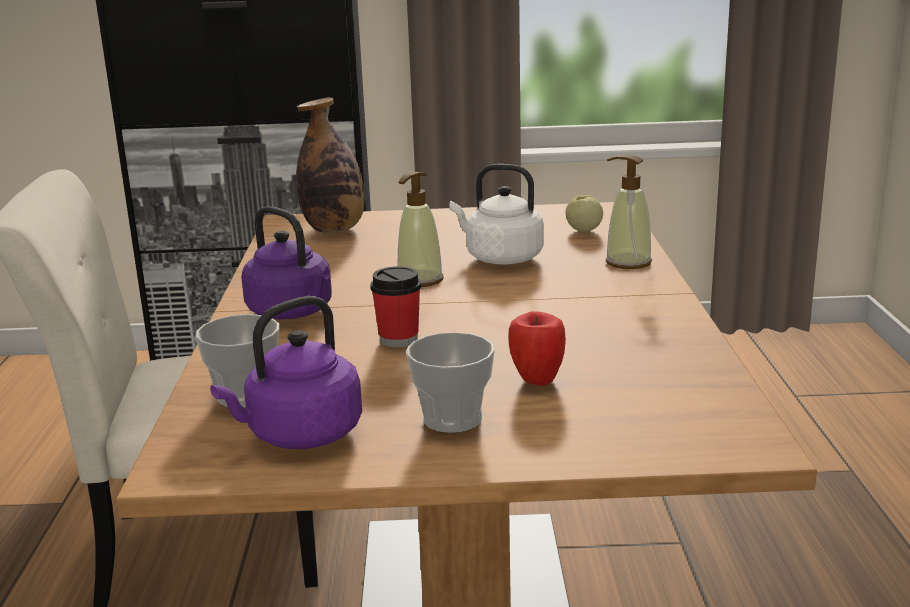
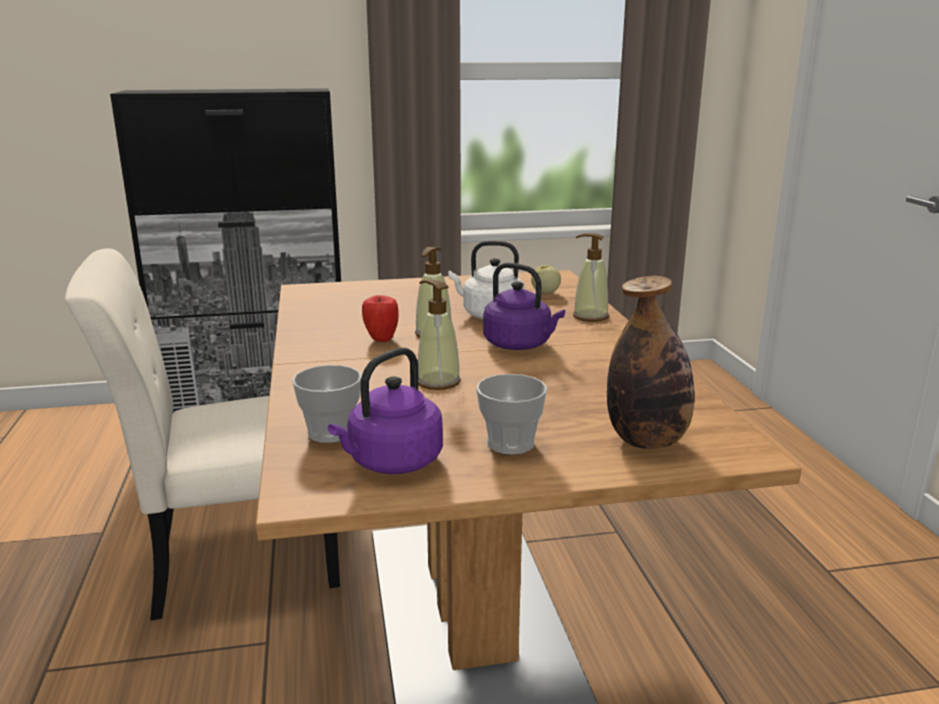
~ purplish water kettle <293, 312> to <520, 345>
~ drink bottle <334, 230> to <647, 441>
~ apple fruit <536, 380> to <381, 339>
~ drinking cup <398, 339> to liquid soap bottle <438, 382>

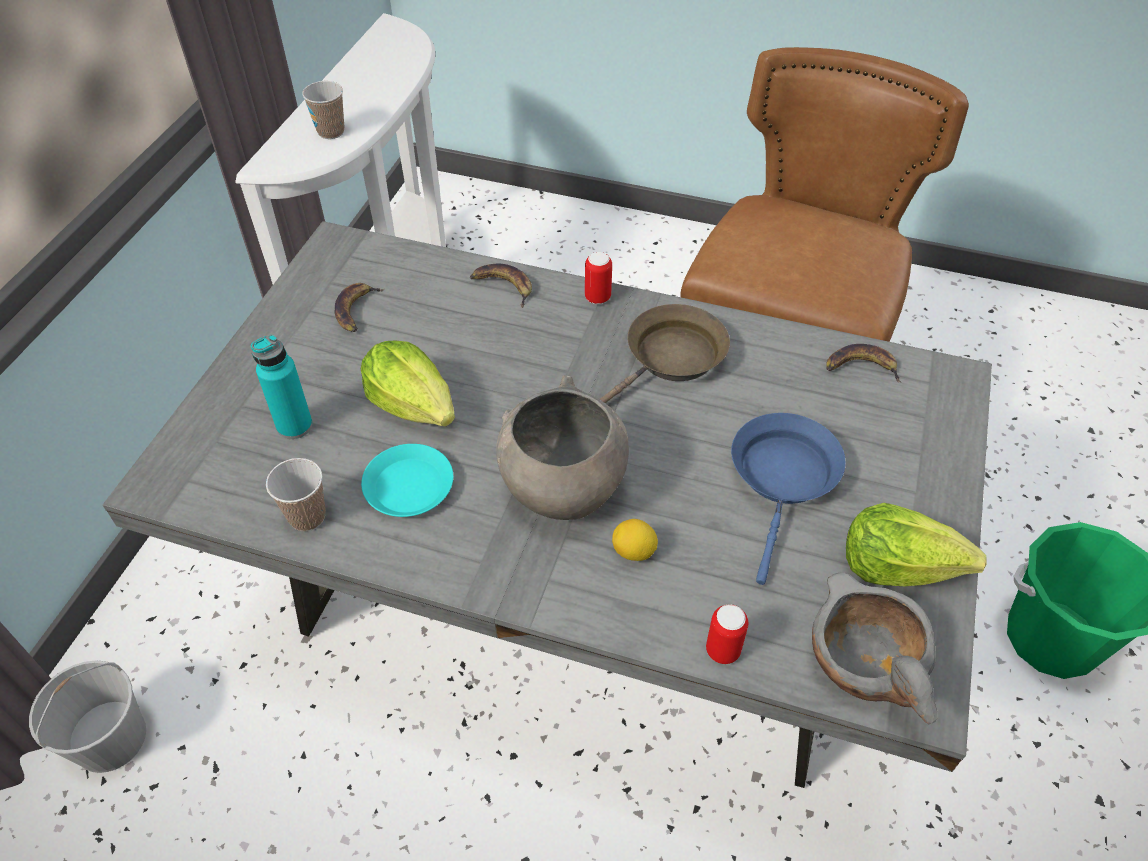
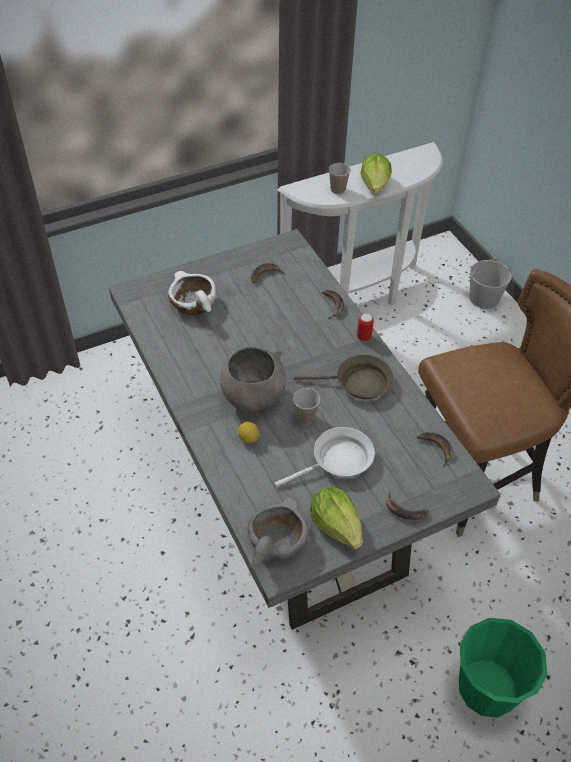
- blue-green plate <408, 486>
- can <722, 650>
+ banana <405, 510>
~ white-coloured pail <109, 739> to <483, 298>
~ drinking cup <307, 517> to <305, 417>
~ lettuce head <413, 405> to <375, 185>
~ blue-green drink bottle <294, 426> to white-coloured bowl <193, 304>
~ blue-coloured skillet <783, 479> to white-coloured skillet <338, 461>

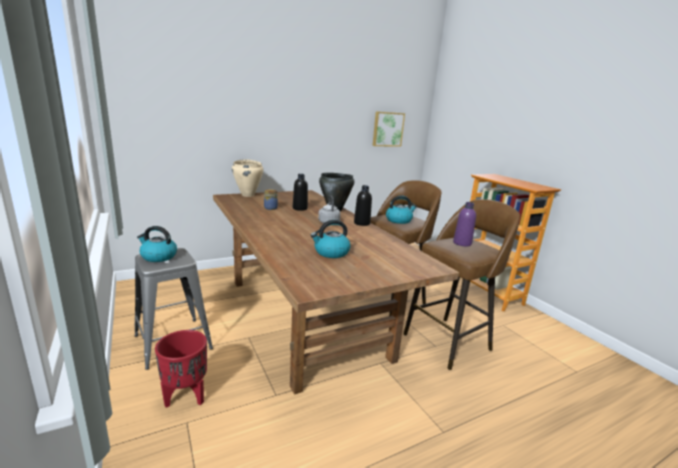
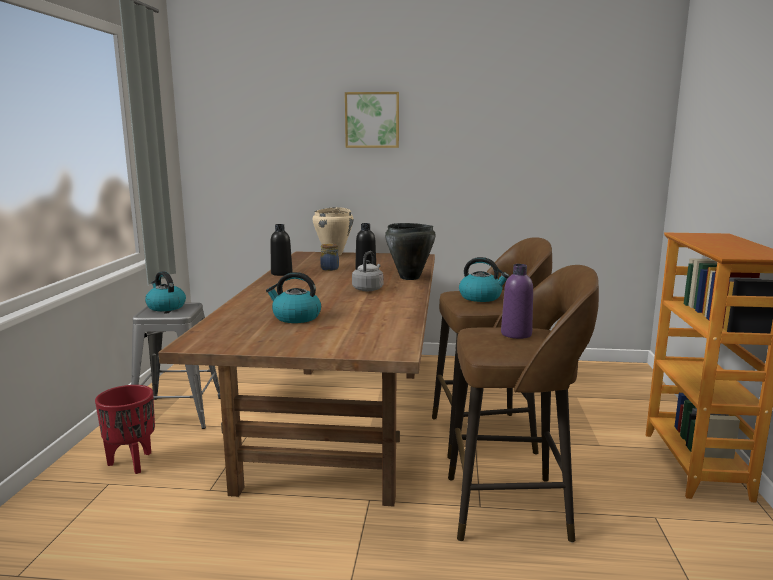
~ blackish drink bottle <362, 223> to <281, 273>
~ wall picture <387, 129> to <372, 120>

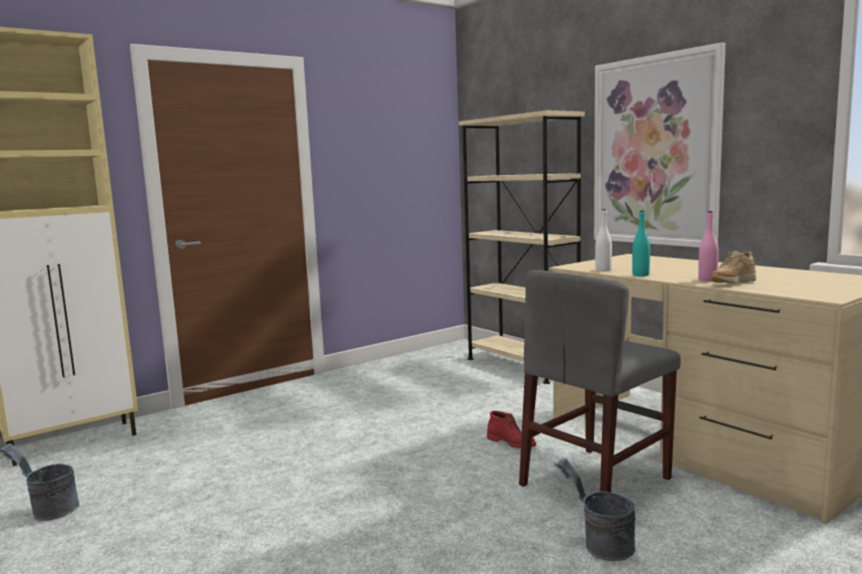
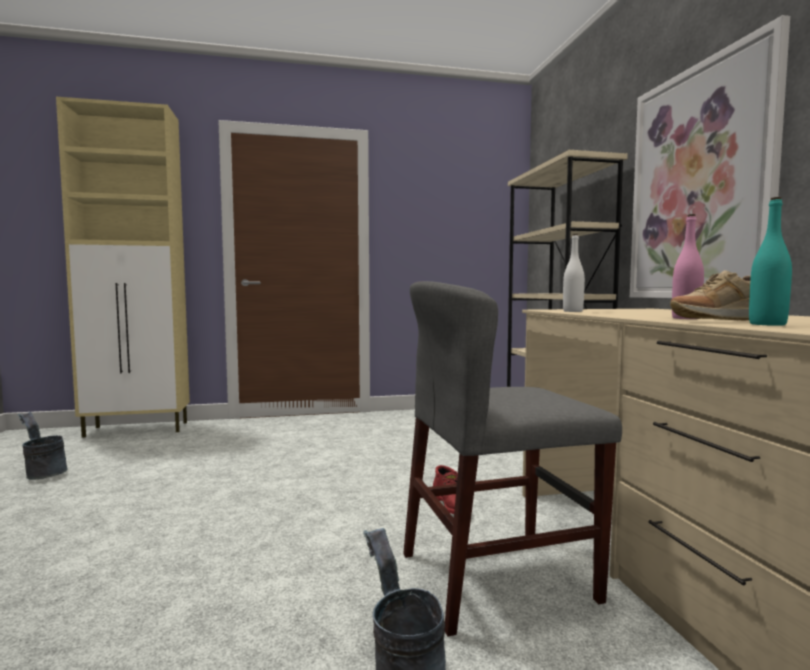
~ blue-green drink bottle <640, 275> to <767, 324>

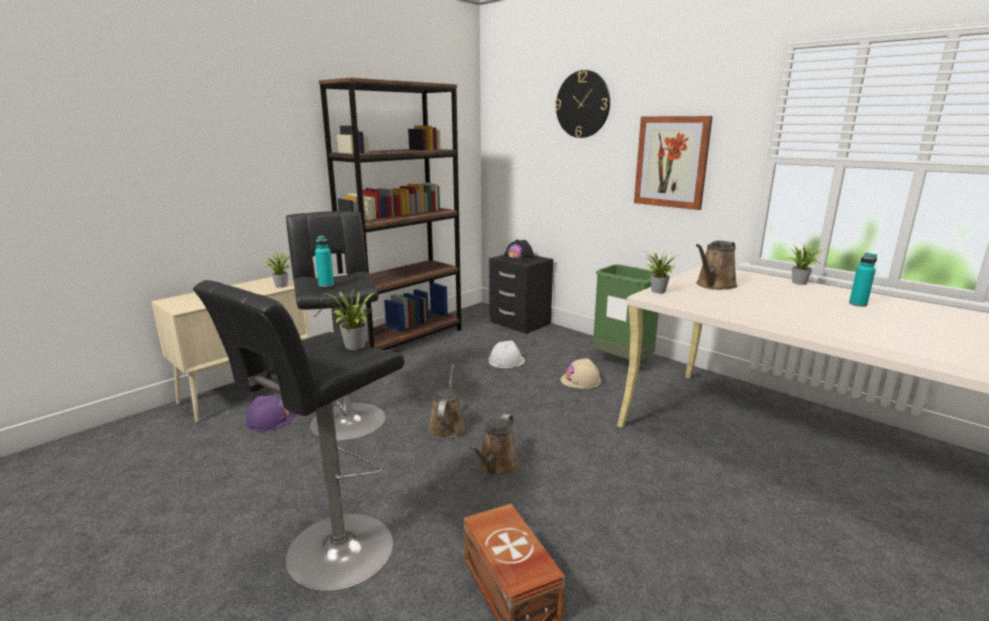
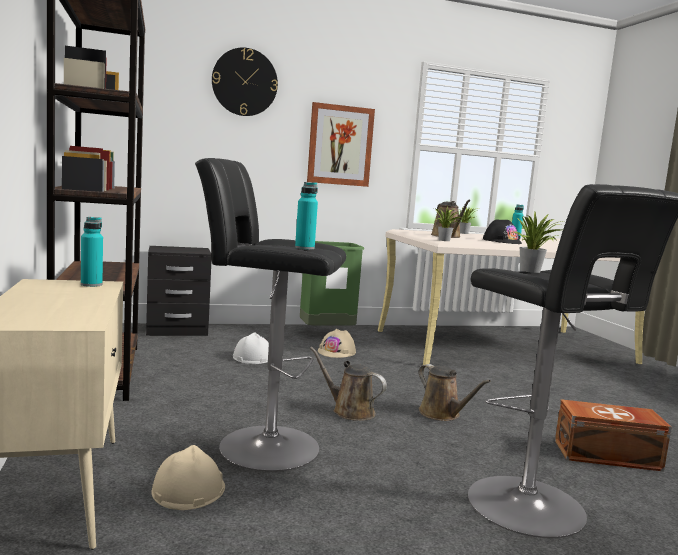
~ blackish work helmet <518, 257> to <501, 241>
~ plant in a pot <281, 285> to blue-green drink bottle <91, 284>
~ purplish work helmet <270, 420> to beige-coloured work helmet <188, 489>

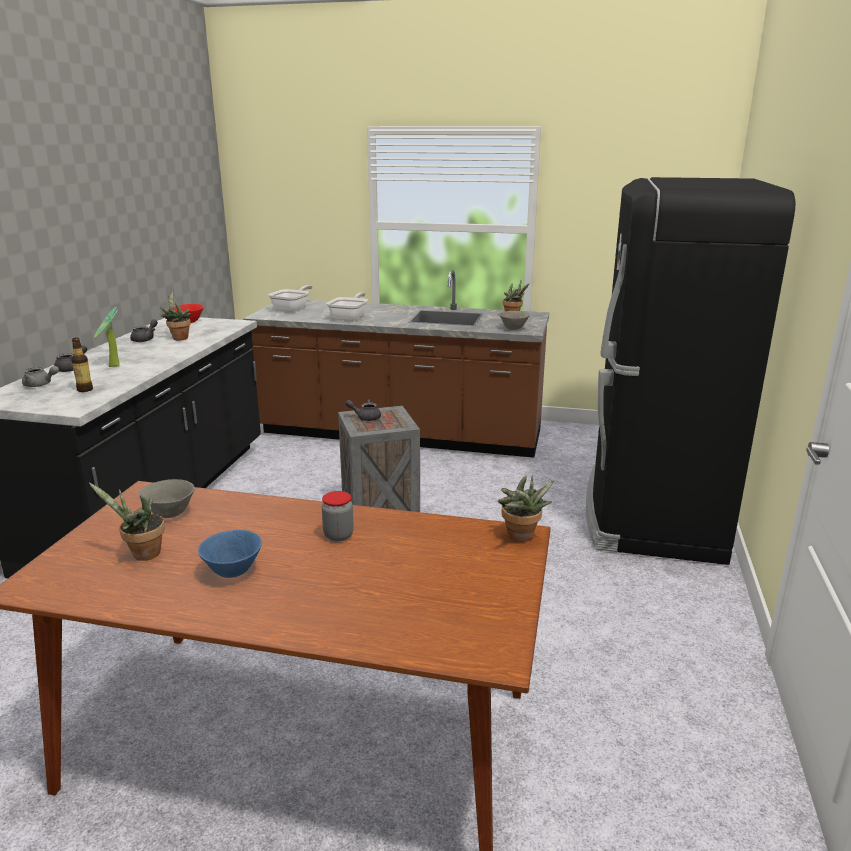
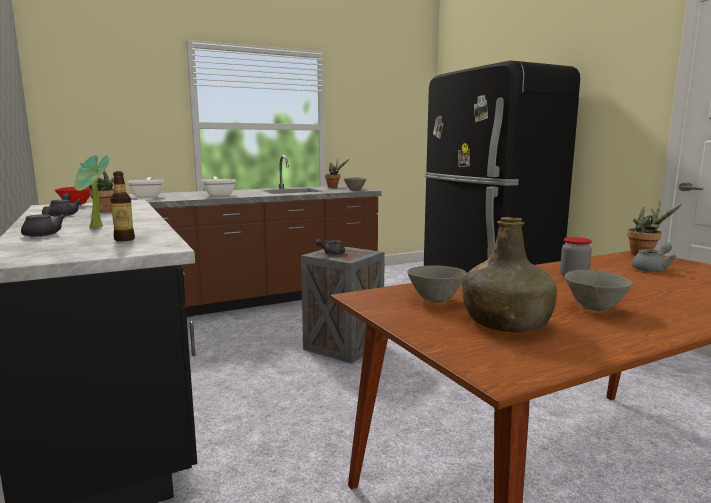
~ greyish tea pot <40, 385> to <652, 269>
~ plant in a pot <142, 554> to green drink bottle <506, 322>
~ blue-coloured bowl <232, 572> to greyish bowl <595, 308>

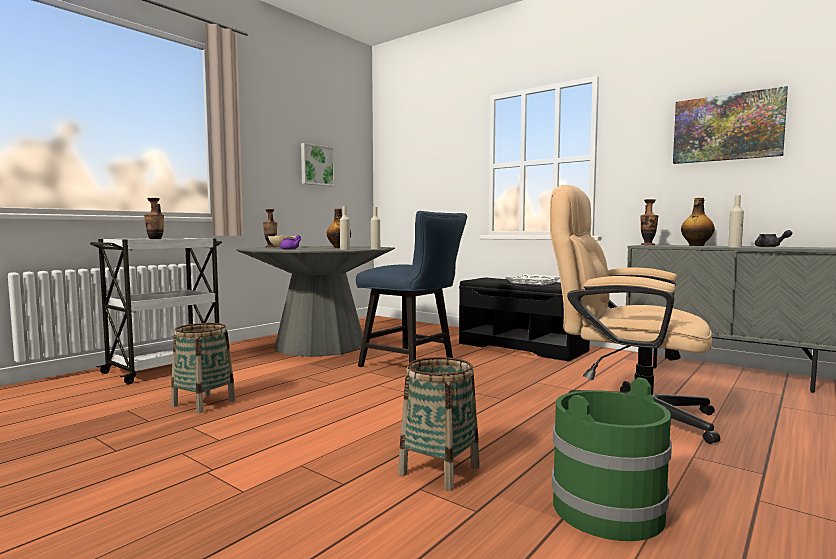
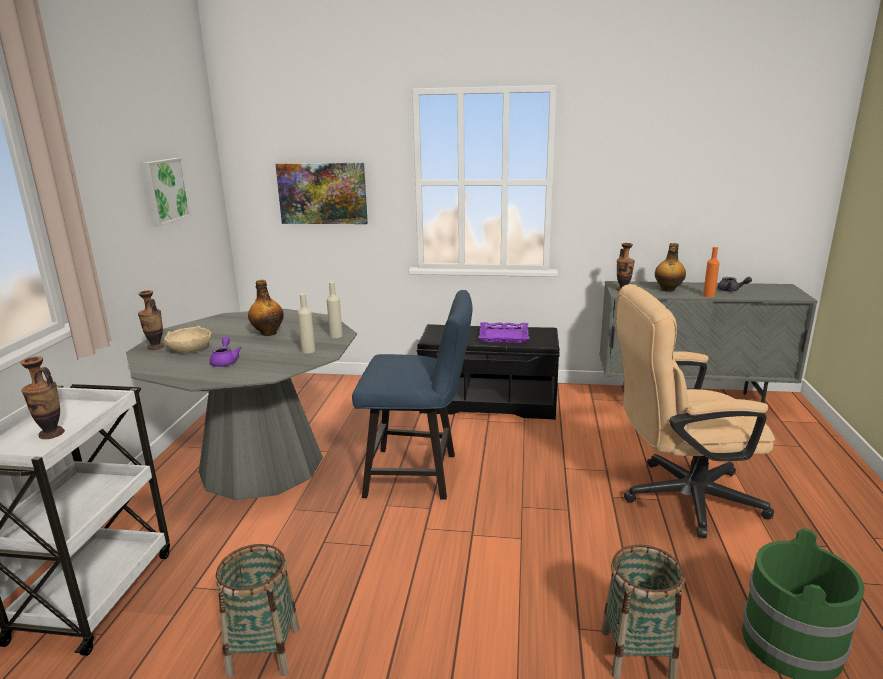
~ wall picture <727, 128> to <322, 193>
~ white-coloured serving tray <533, 283> to purplish serving tray <503, 336>
~ beige-coloured drink bottle <734, 247> to orange drink bottle <708, 295>

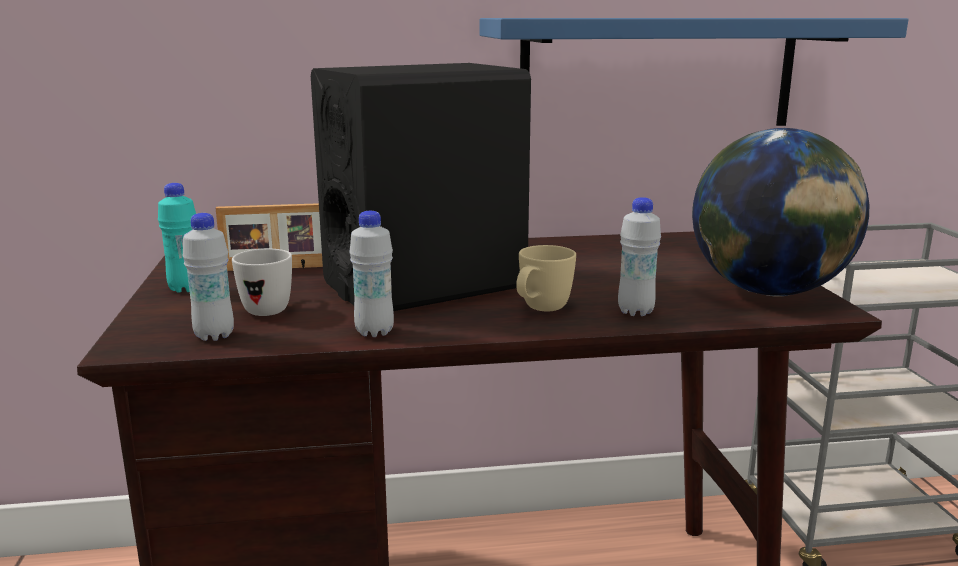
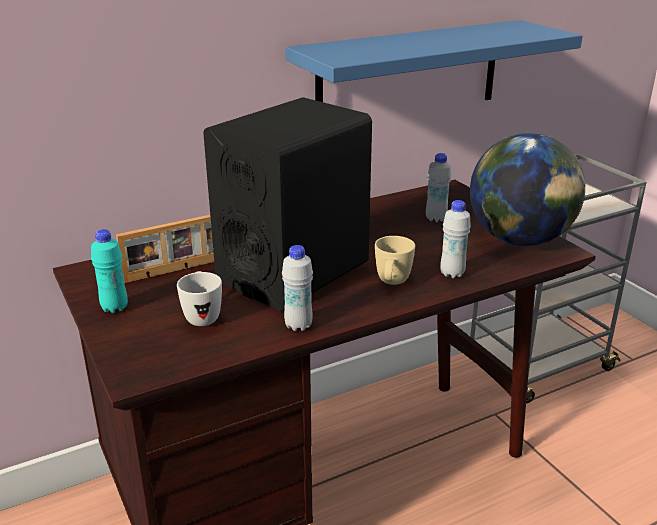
~ white-coloured drink bottle <214, 335> to <436, 219>

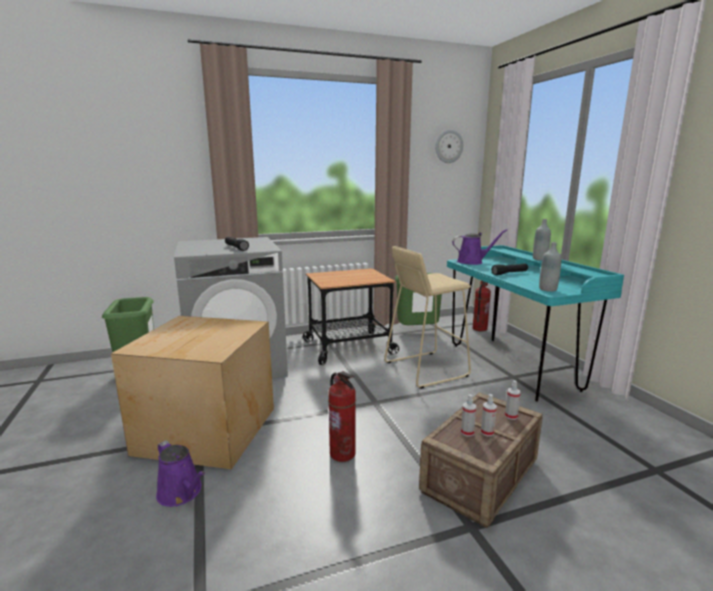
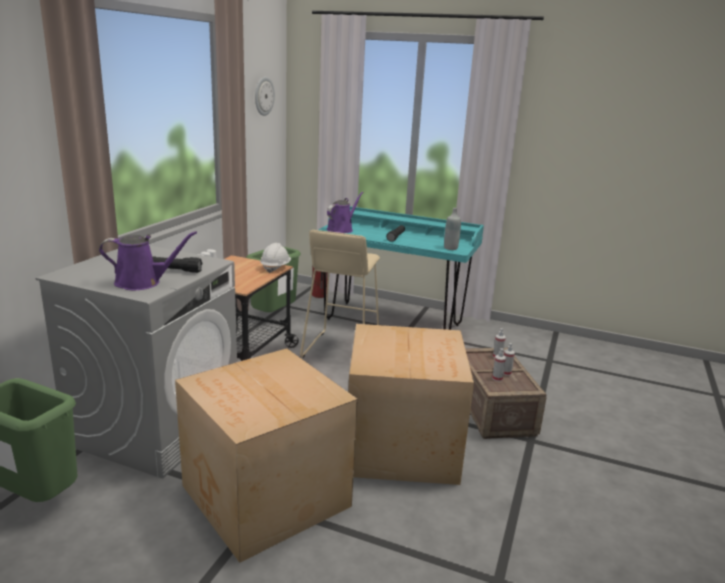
- greyish drink bottle <539, 259>
+ white-coloured work helmet <275, 268>
~ purplish sprinkling can <182, 493> to <142, 283>
~ fire-fighting cylinder <343, 454> to packing box <403, 445>

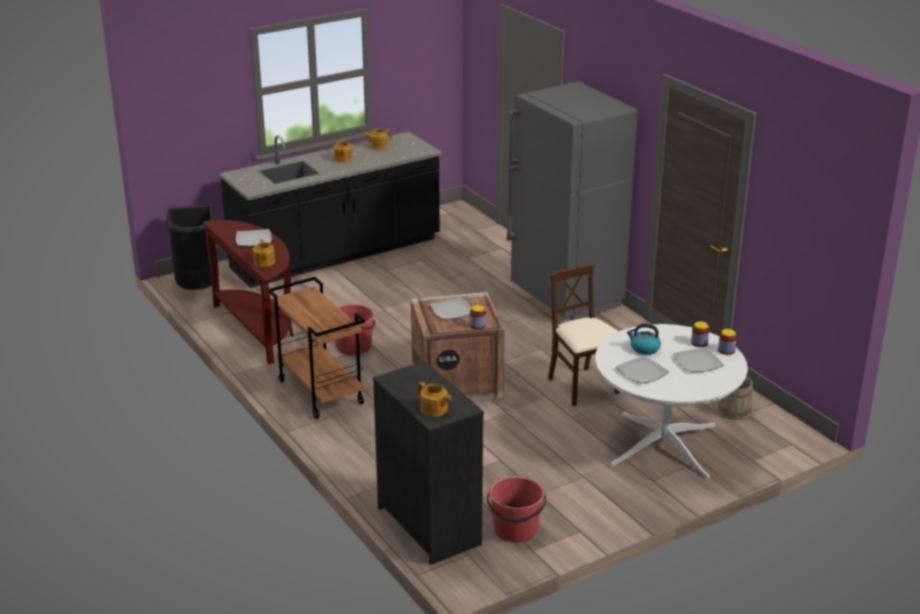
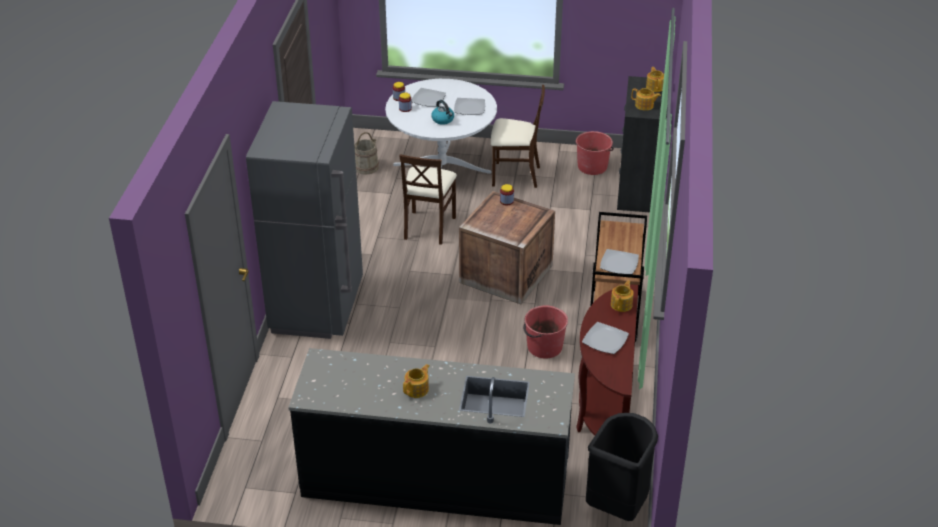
+ beige-coloured upright chair <515, 175>
~ tea pot <378, 146> to <644, 105>
~ plate <452, 310> to <618, 264>

